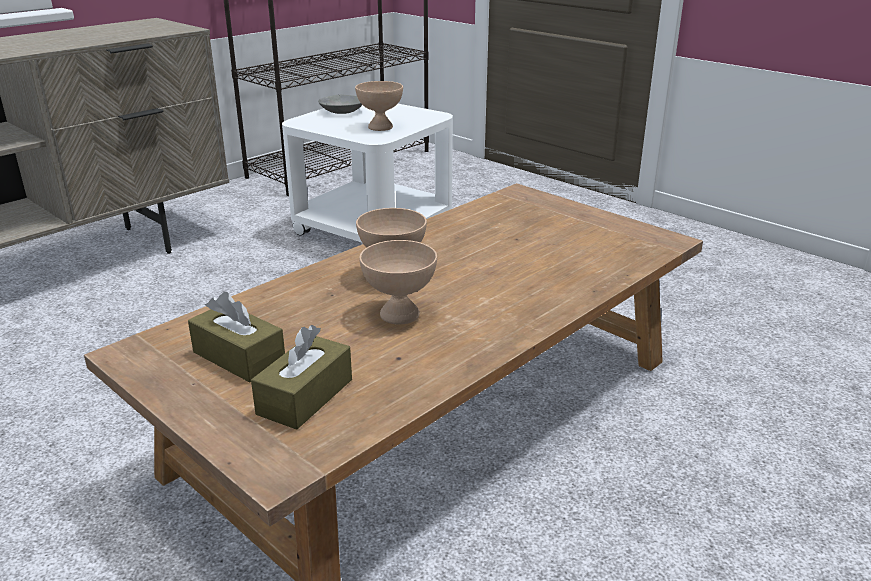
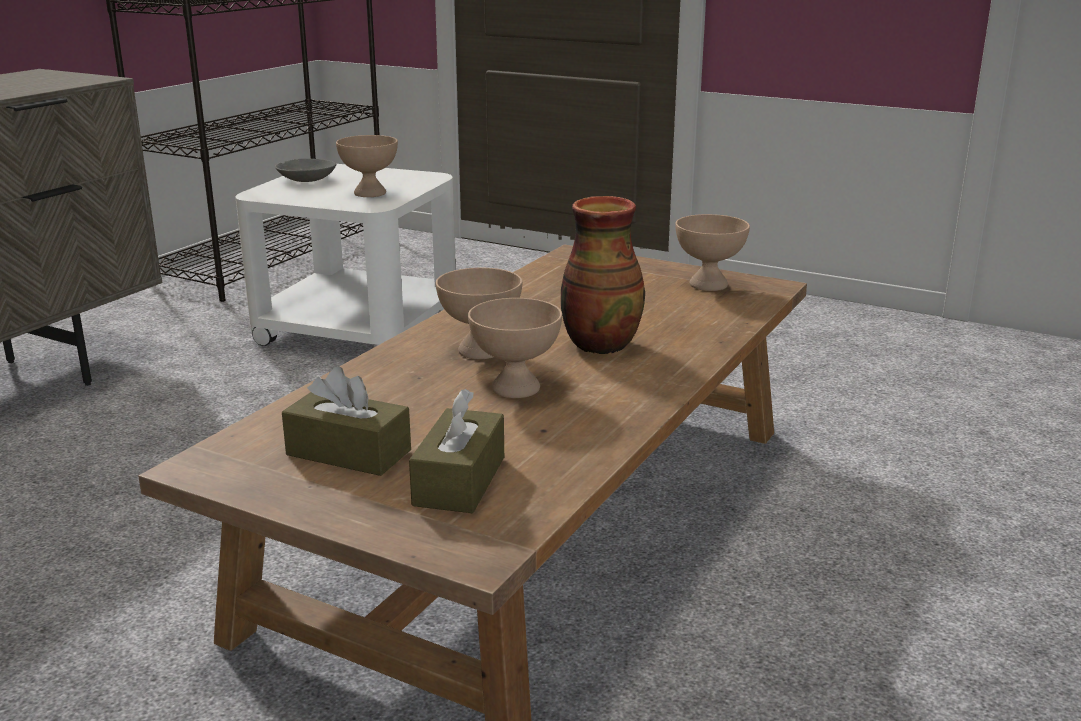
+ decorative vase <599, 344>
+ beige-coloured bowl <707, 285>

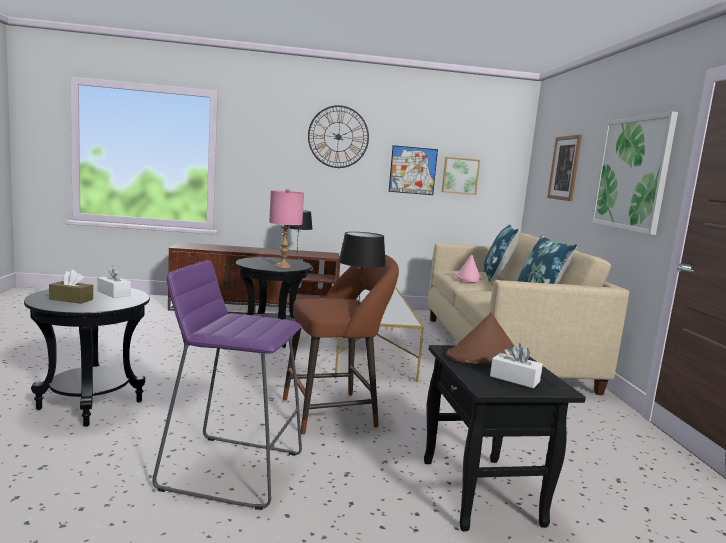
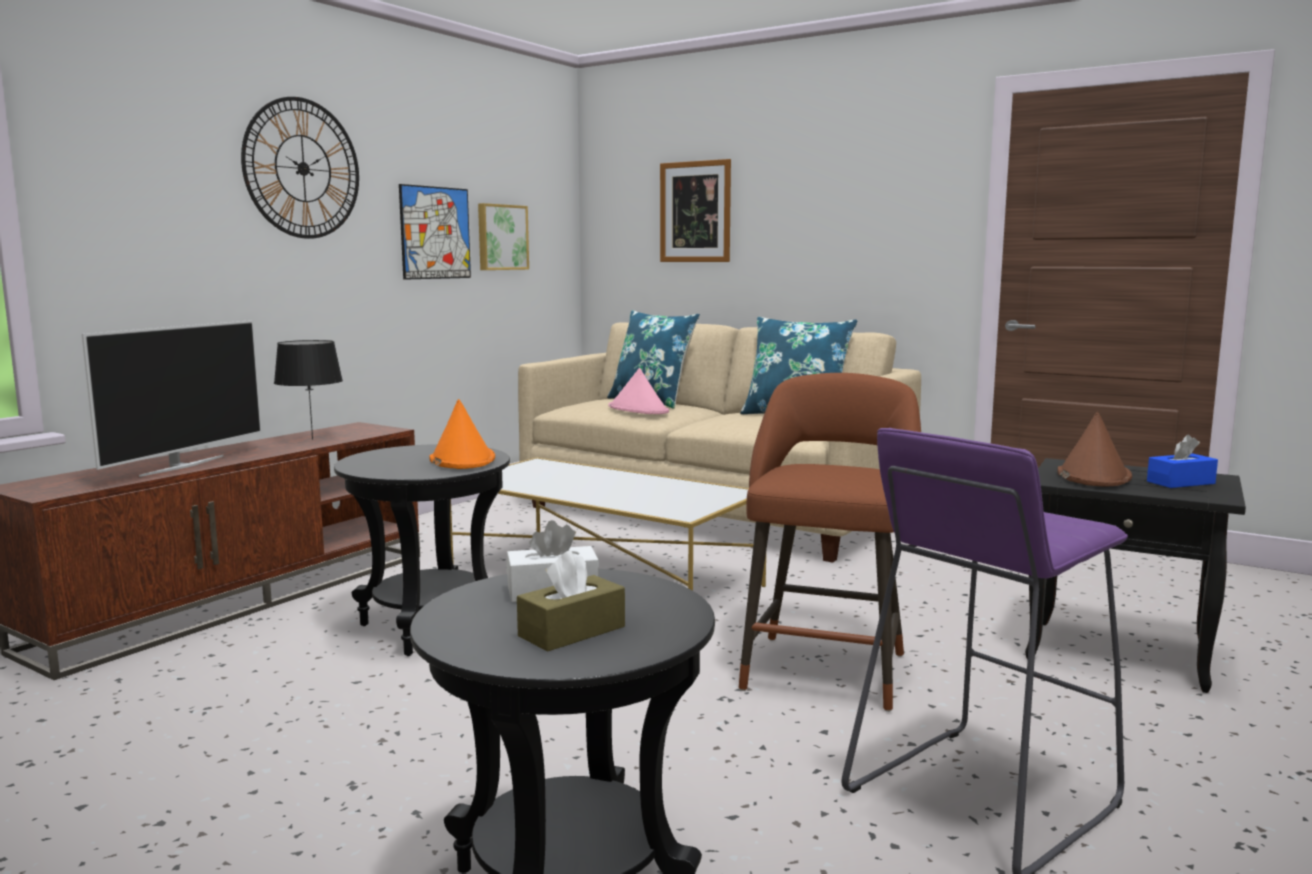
- blackish lamp for a table <358, 304>
- wall picture <631, 173>
+ TV set <181, 466>
~ pink-coloured lamp for a table <283, 266> to orange hat <461, 459>
~ white-coloured tissue box <514, 379> to blue-coloured tissue box <1180, 482>

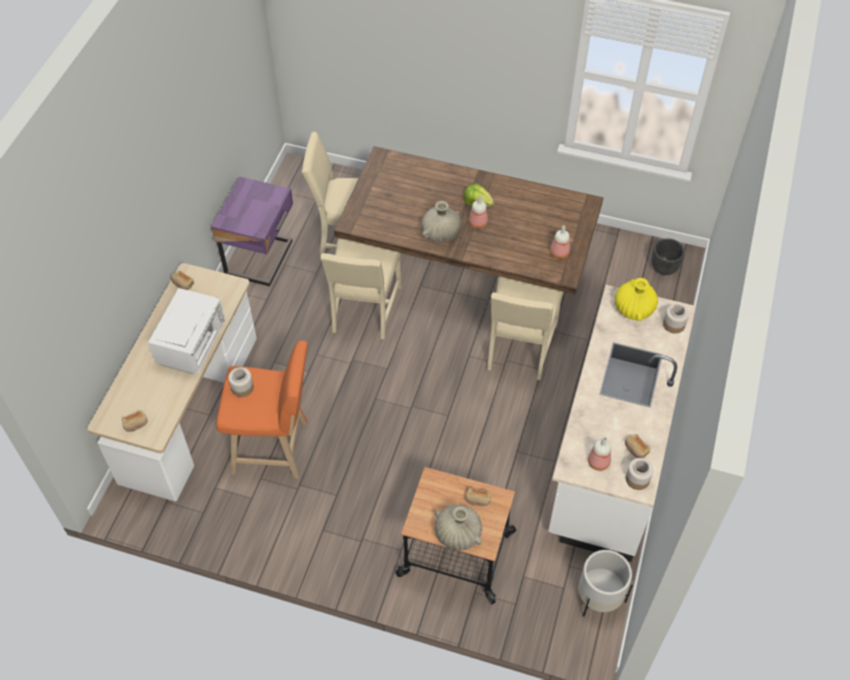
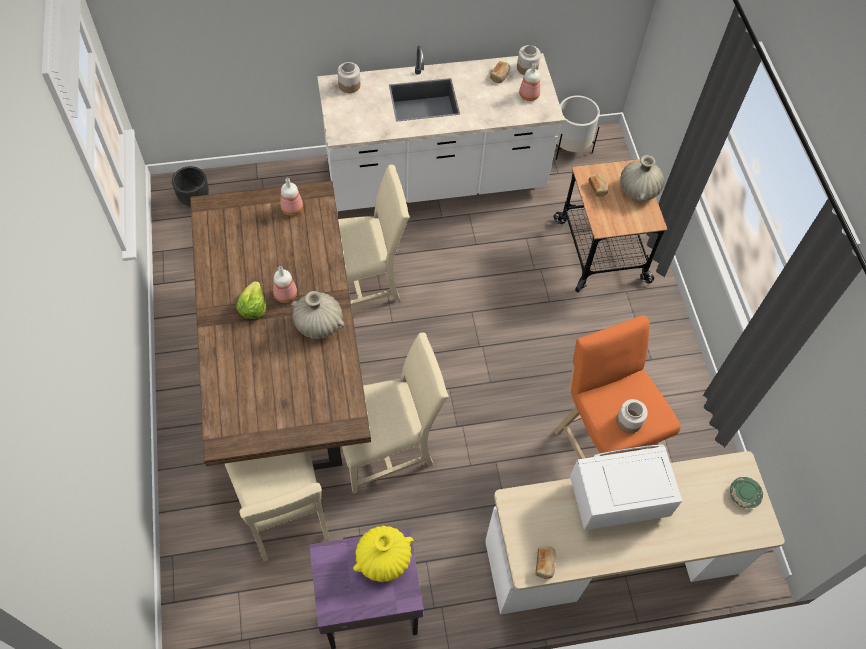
~ yellow-coloured decorative vase <634, 309> to <383, 559>
~ bread <135, 424> to green plate <744, 495>

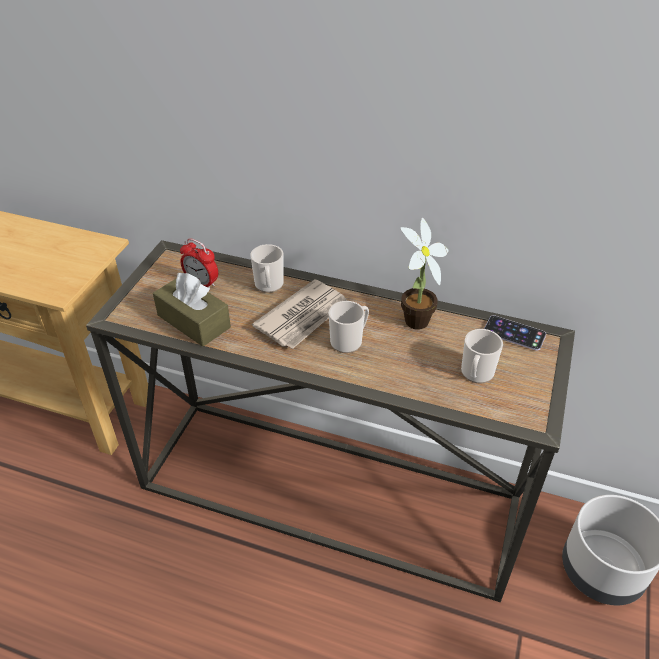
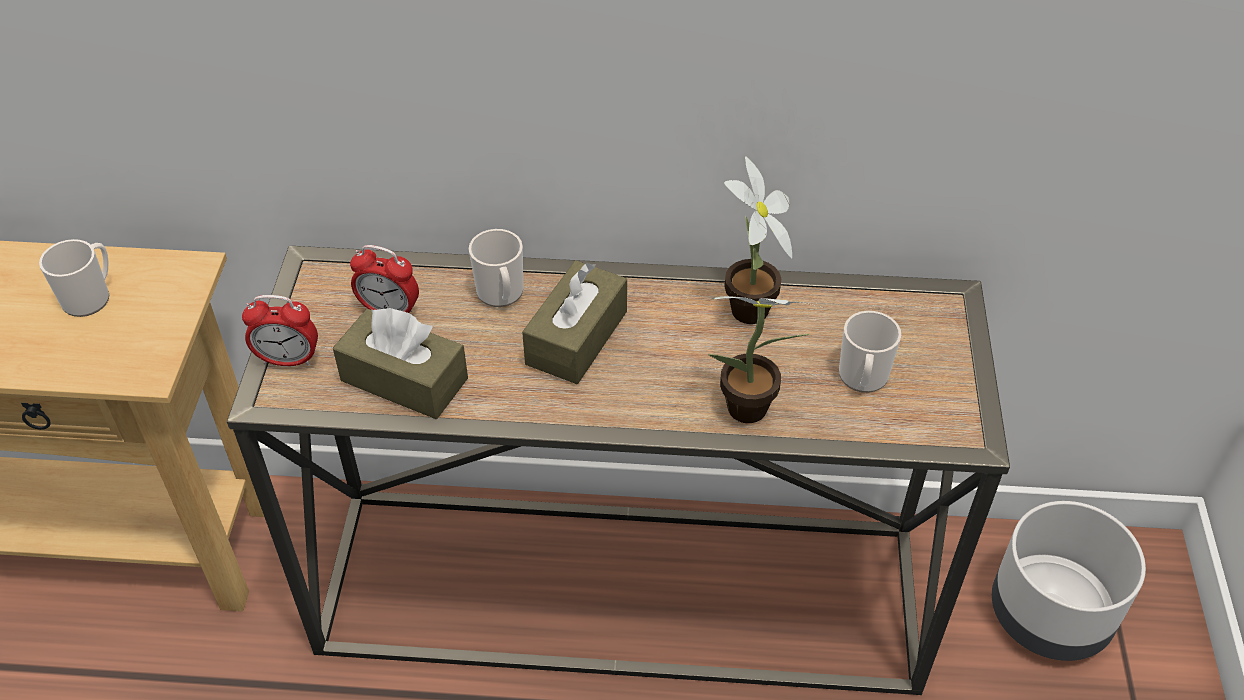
- phone <514, 333>
+ alarm clock <288, 360>
+ plant in a pot <754, 410>
~ coffee mug <349, 341> to <91, 297>
~ newspaper <304, 317> to brownish tissue box <576, 337>

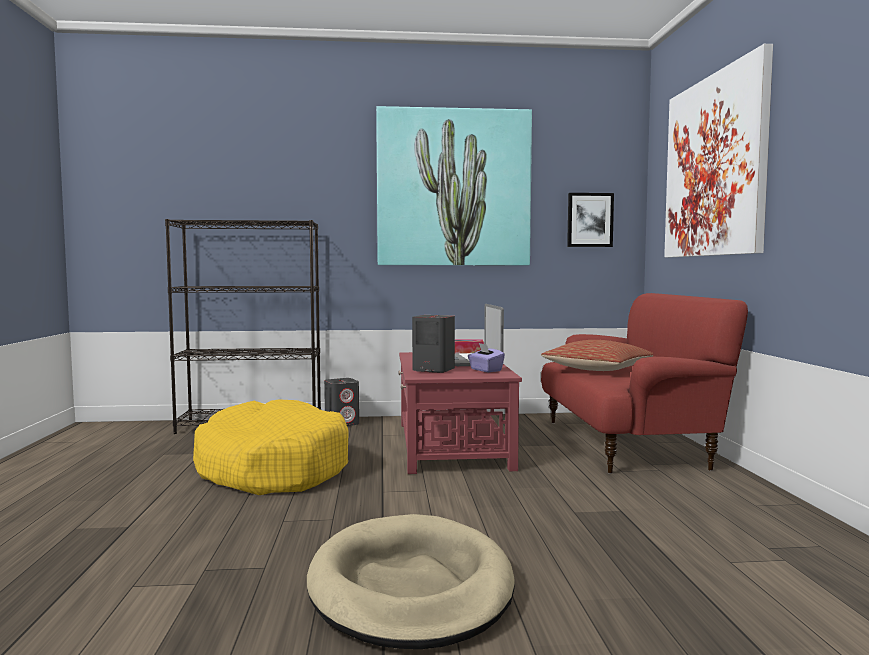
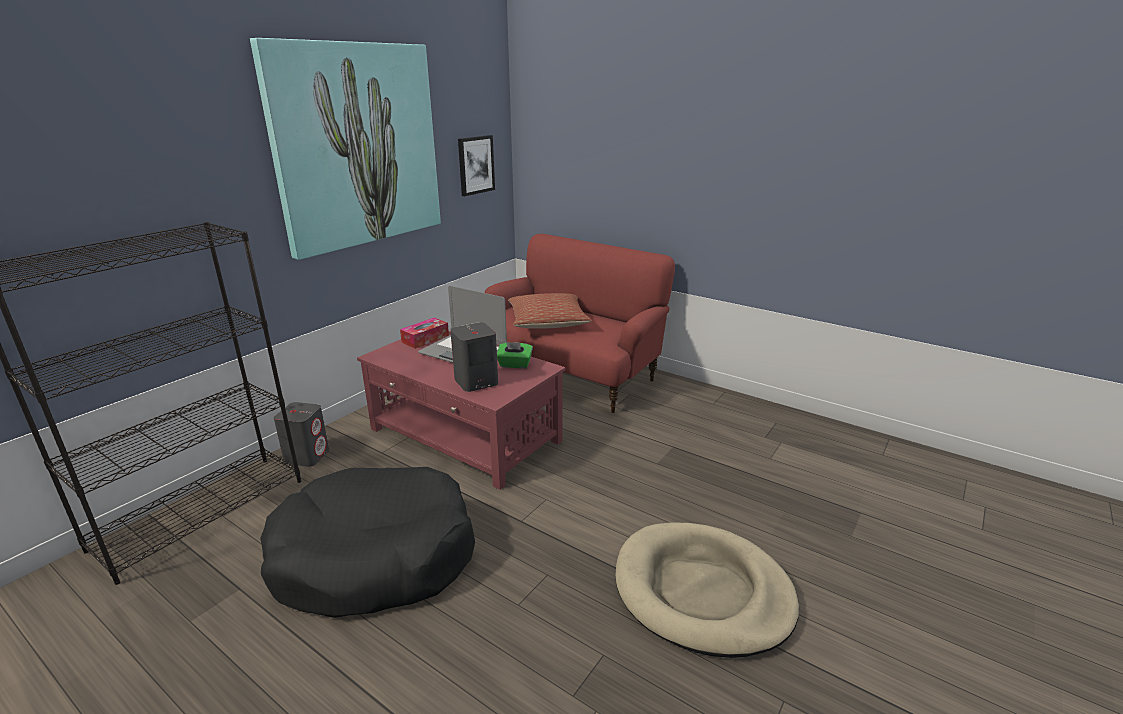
- wall picture <714, 166>
~ yellow-coloured dog cushion <272, 469> to blackish dog cushion <374, 557>
~ purplish tissue box <485, 370> to green tissue box <514, 365>

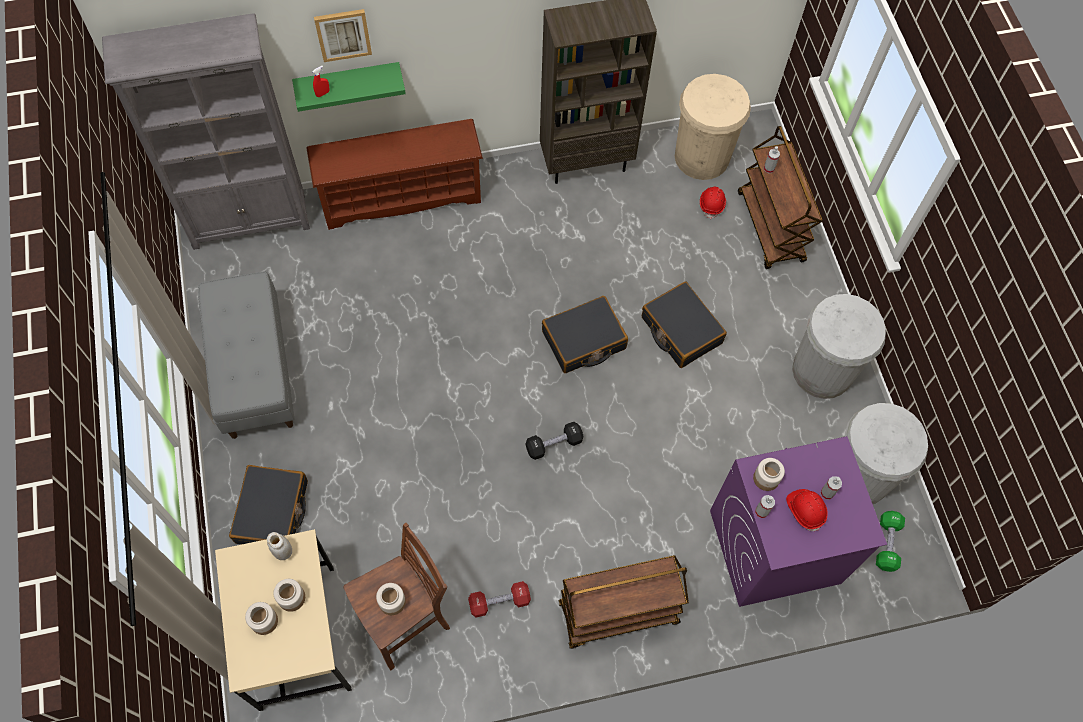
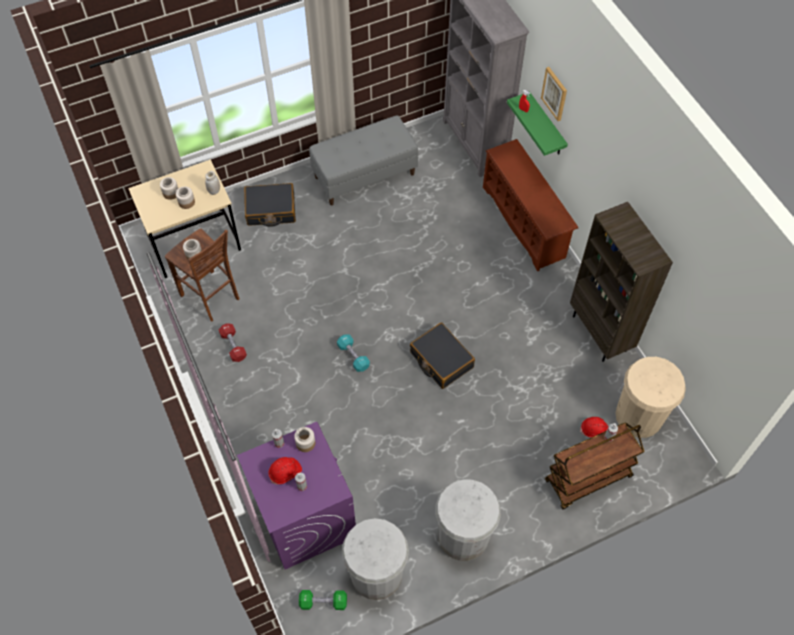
- brownish wheeled cart <617, 614>
- blackish travel case <681, 330>
~ blackish hand weight <554, 444> to blue-green hand weight <353, 356>

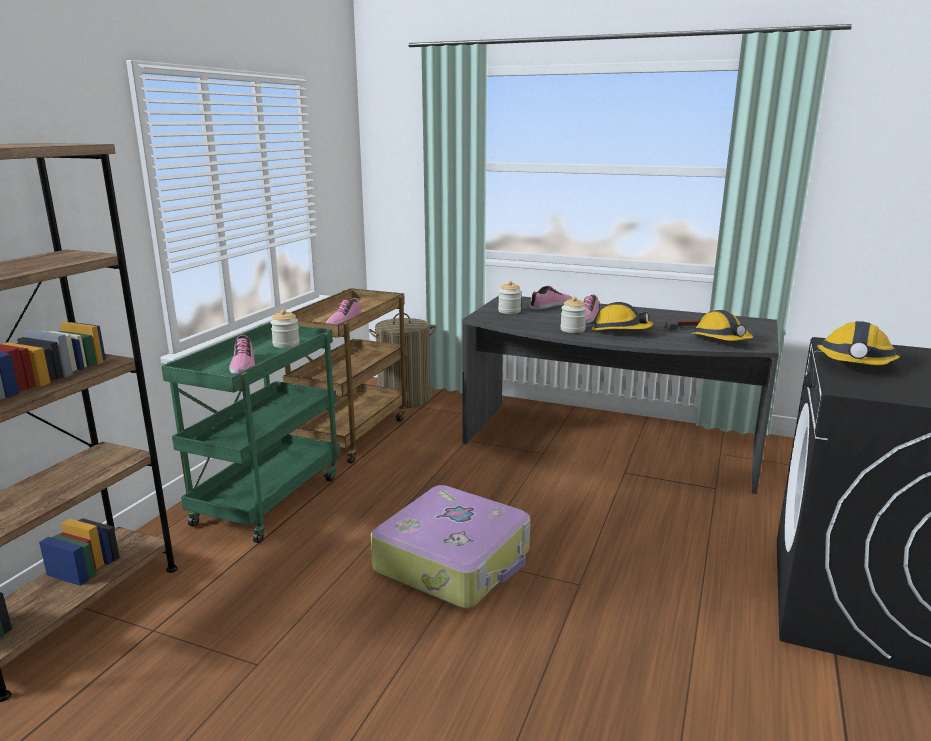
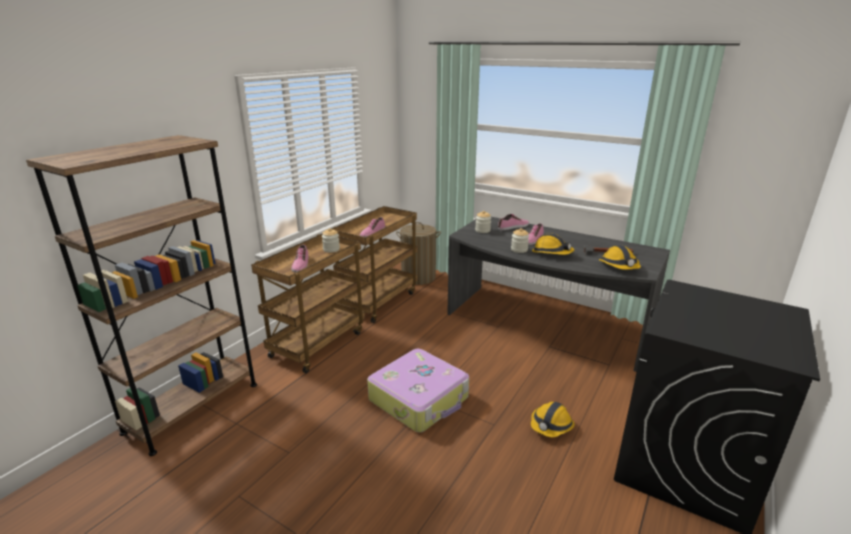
~ work helmet <855, 364> to <551, 426>
~ green wheeled cart <268, 498> to brownish wheeled cart <318, 343>

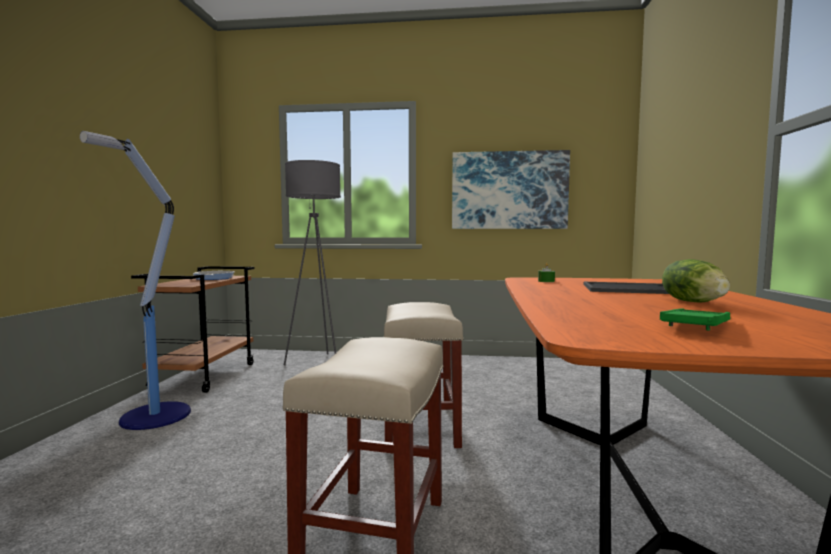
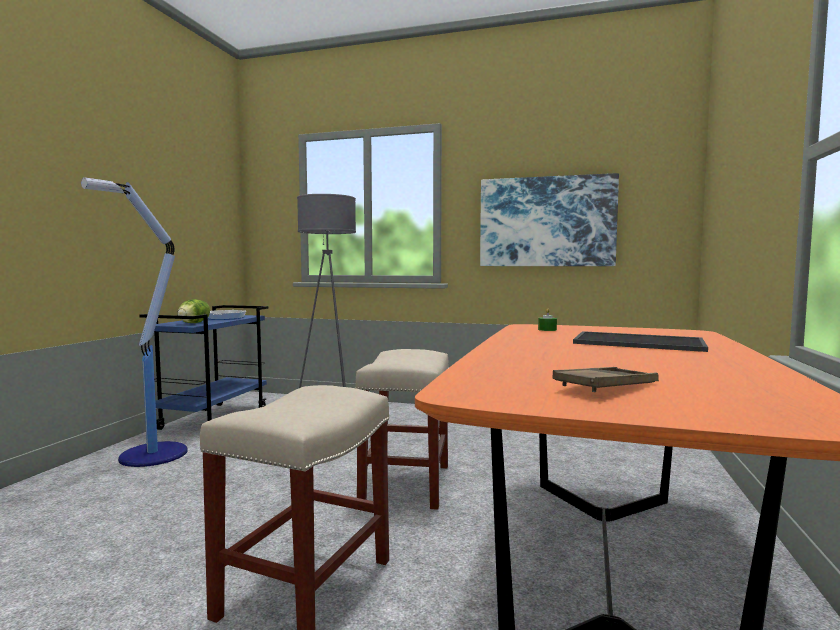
~ lettuce head <693, 302> to <194, 323>
~ brownish wheeled cart <205, 376> to blue-coloured wheeled cart <214, 418>
~ green serving tray <696, 325> to brownish serving tray <606, 386>

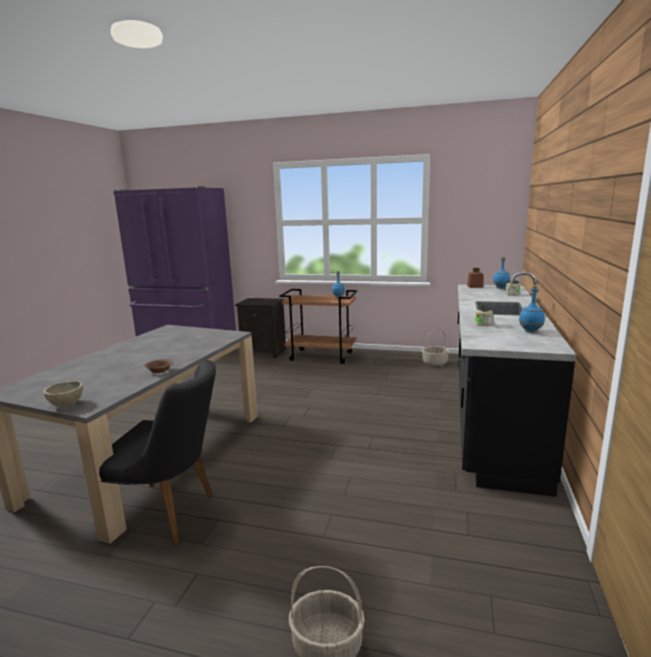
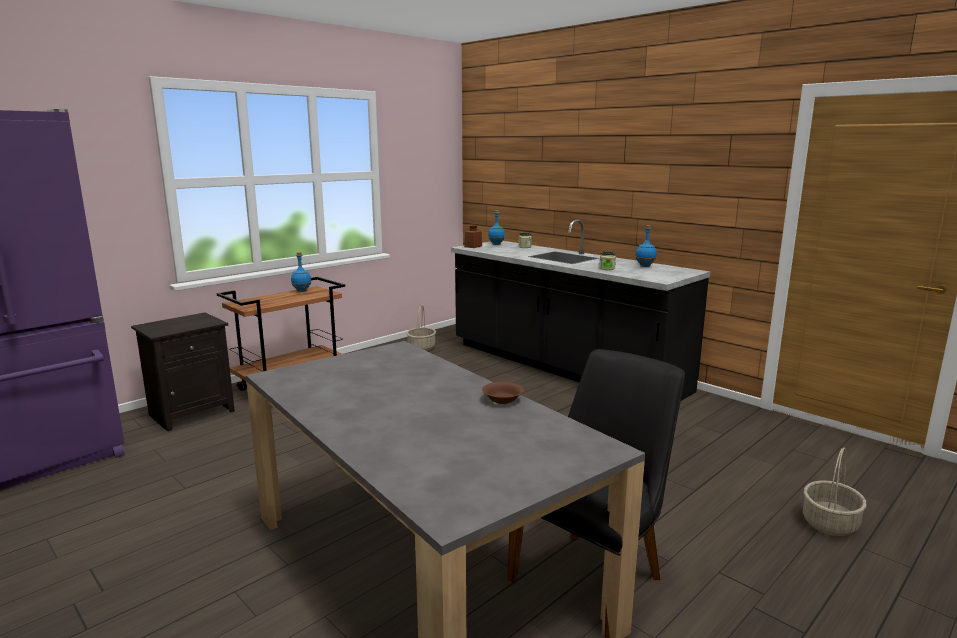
- beige-coloured bowl <67, 404>

